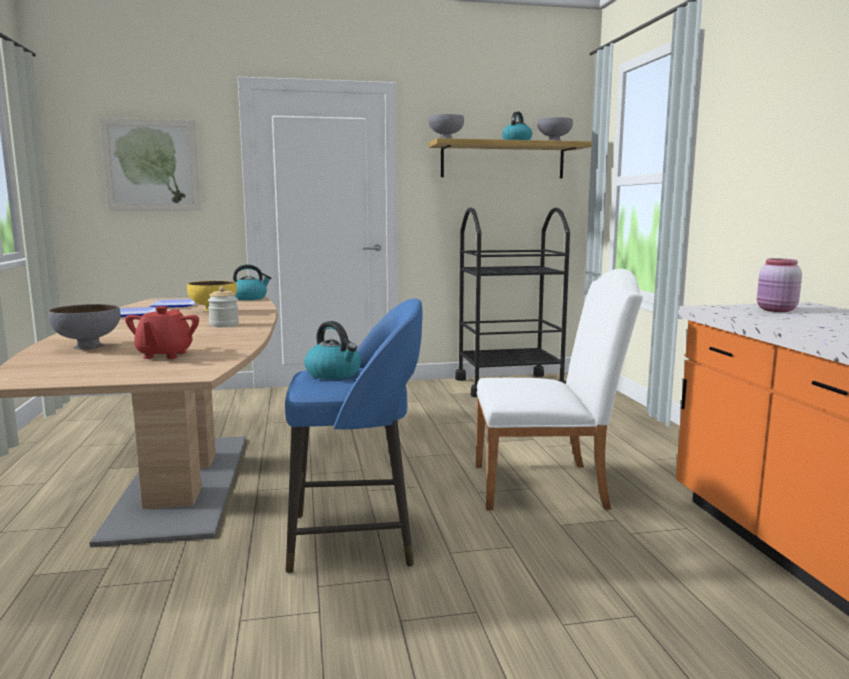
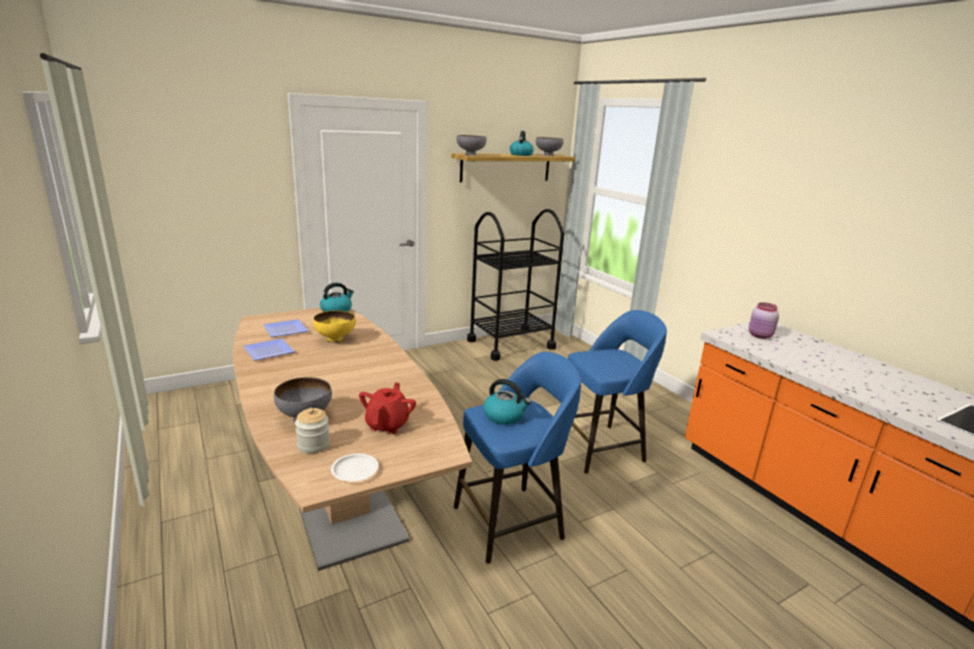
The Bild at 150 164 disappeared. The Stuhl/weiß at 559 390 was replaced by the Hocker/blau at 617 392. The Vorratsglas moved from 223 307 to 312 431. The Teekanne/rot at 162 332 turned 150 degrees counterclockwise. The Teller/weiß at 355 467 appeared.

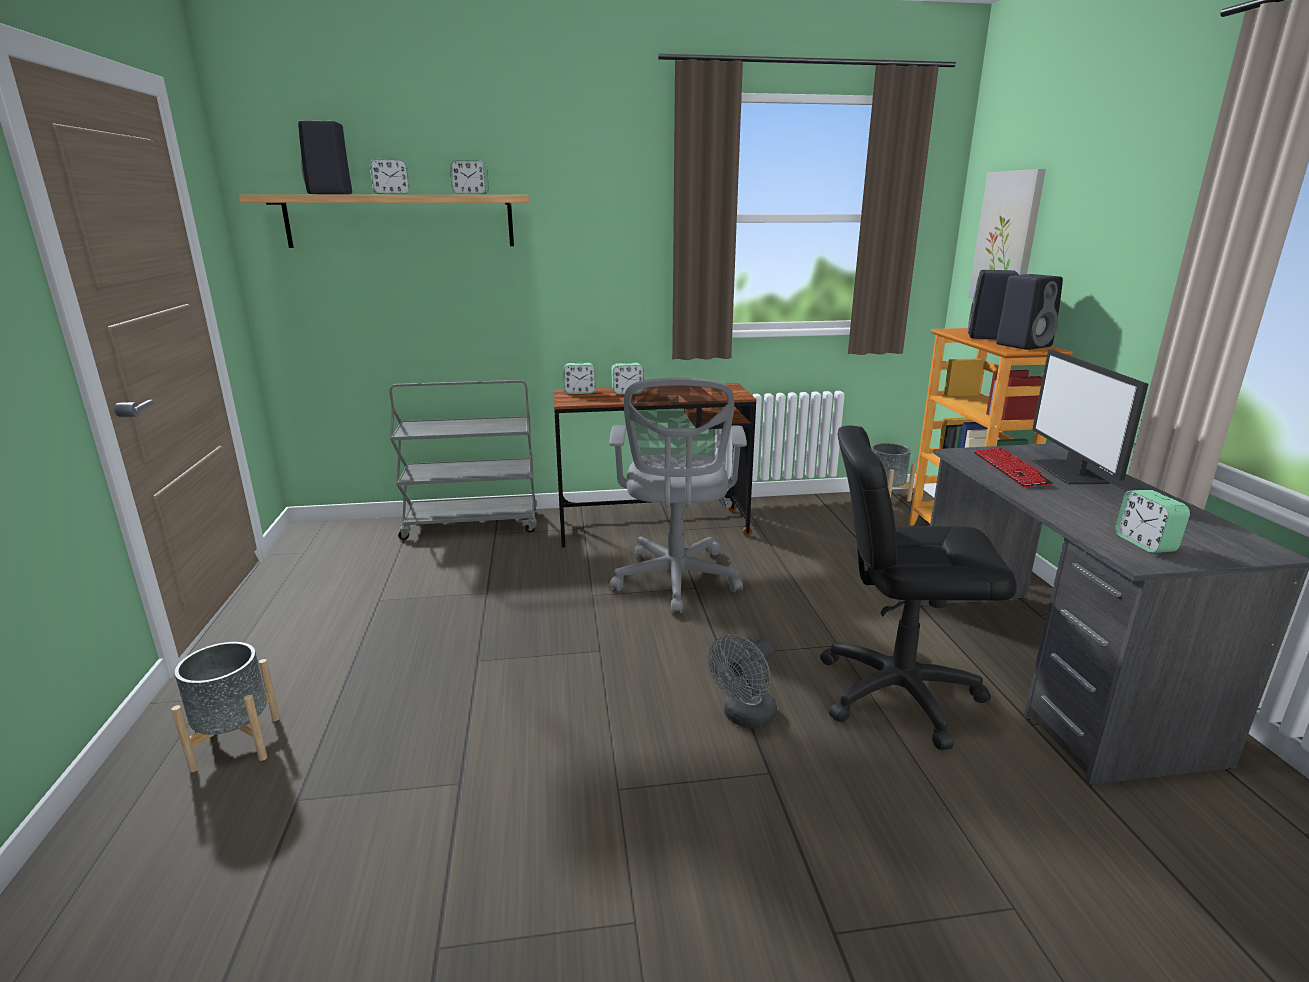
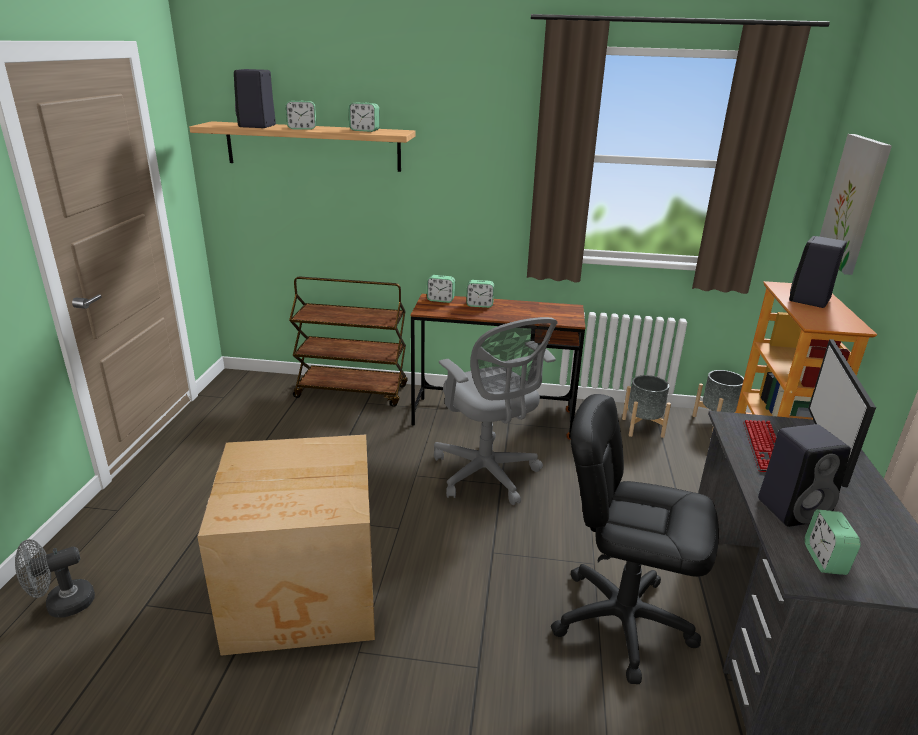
The Lautsprecher/schwarz moved from 1029 312 to 804 475. The Bürostuhl/grau at 678 496 turned 45 degrees counterclockwise. The Rollwagen/grau at 463 460 became the Rollwagen/braun at 348 341. The Ventilator/grau moved from 742 681 to 55 578. The Pflanzkübel/grau moved from 225 707 to 646 406. The Karton at 286 545 appeared.

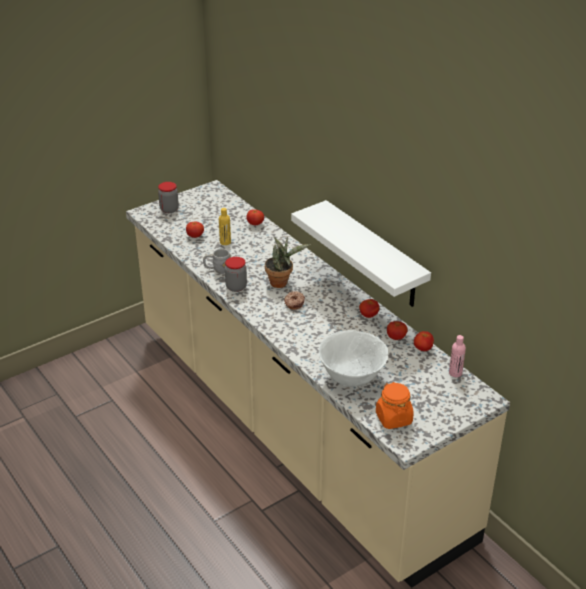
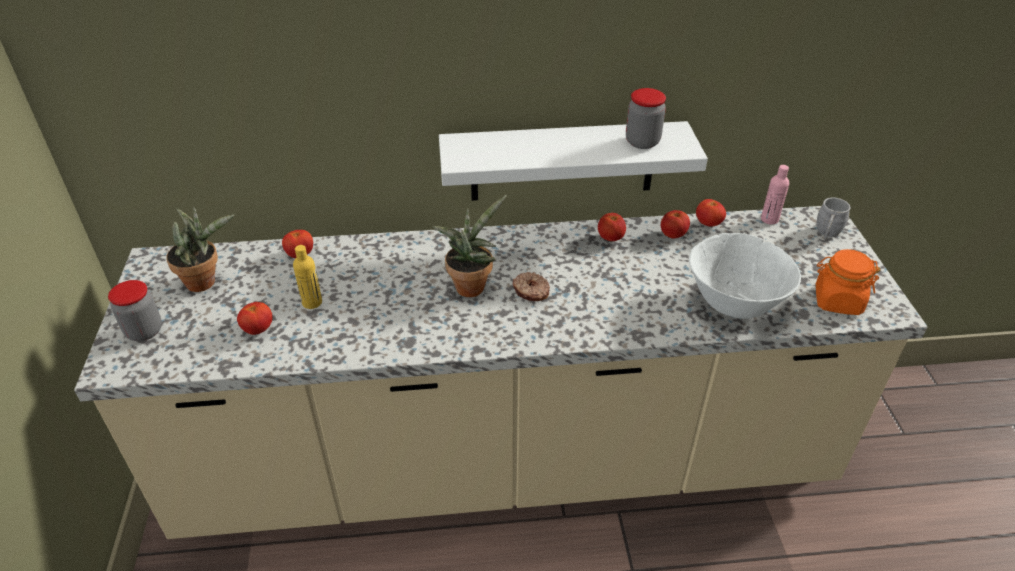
The Henkelbecher/grau moved from 217 261 to 834 219. The Vorratsglas moved from 236 274 to 646 118. The Topfpflanze at 200 249 appeared.

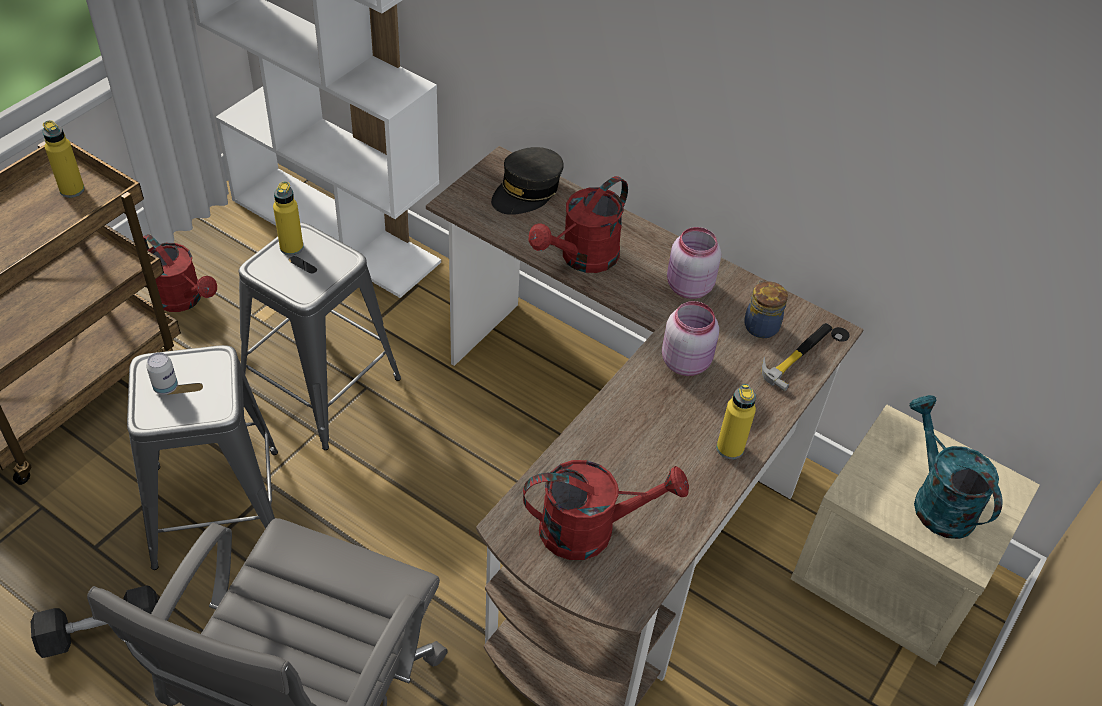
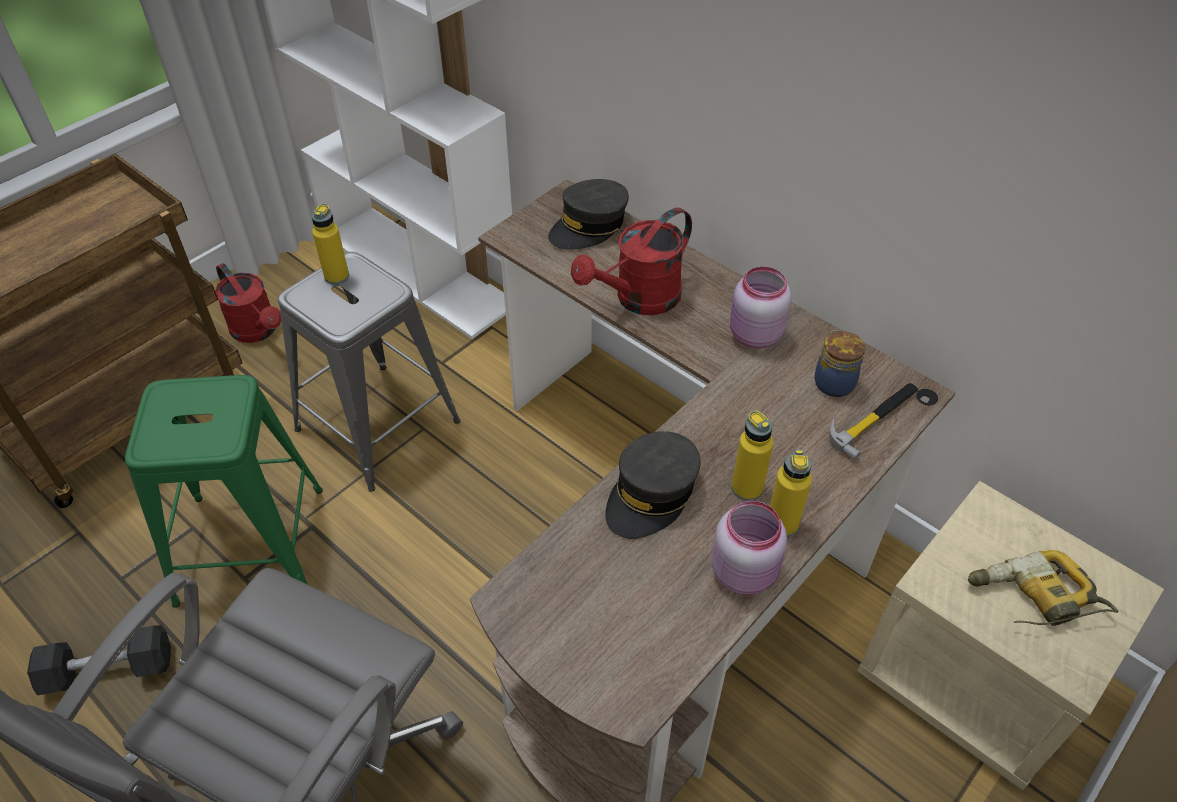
The Flasche/gelb moved from 64 159 to 752 456. The Vorratsglas/rosa moved from 690 338 to 749 548. The Hocker/grau at 202 457 became the Hocker/grün at 224 491. The Dose at 162 373 disappeared. The Gießkanne/türkis at 956 467 was replaced by the Bohrmaschine at 1043 588. The Gießkanne/rot at 606 510 disappeared. The Kappe/grau at 653 485 appeared.

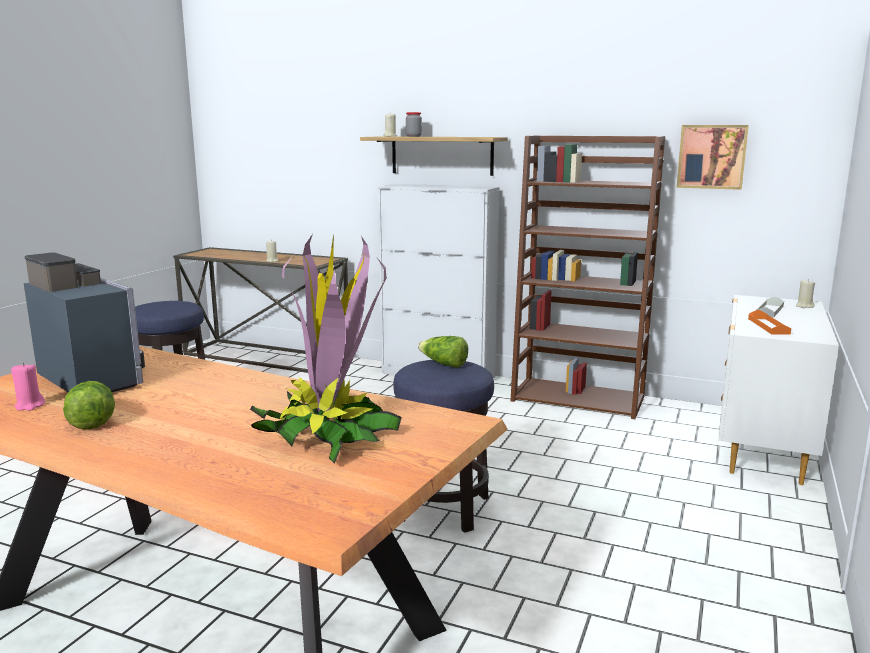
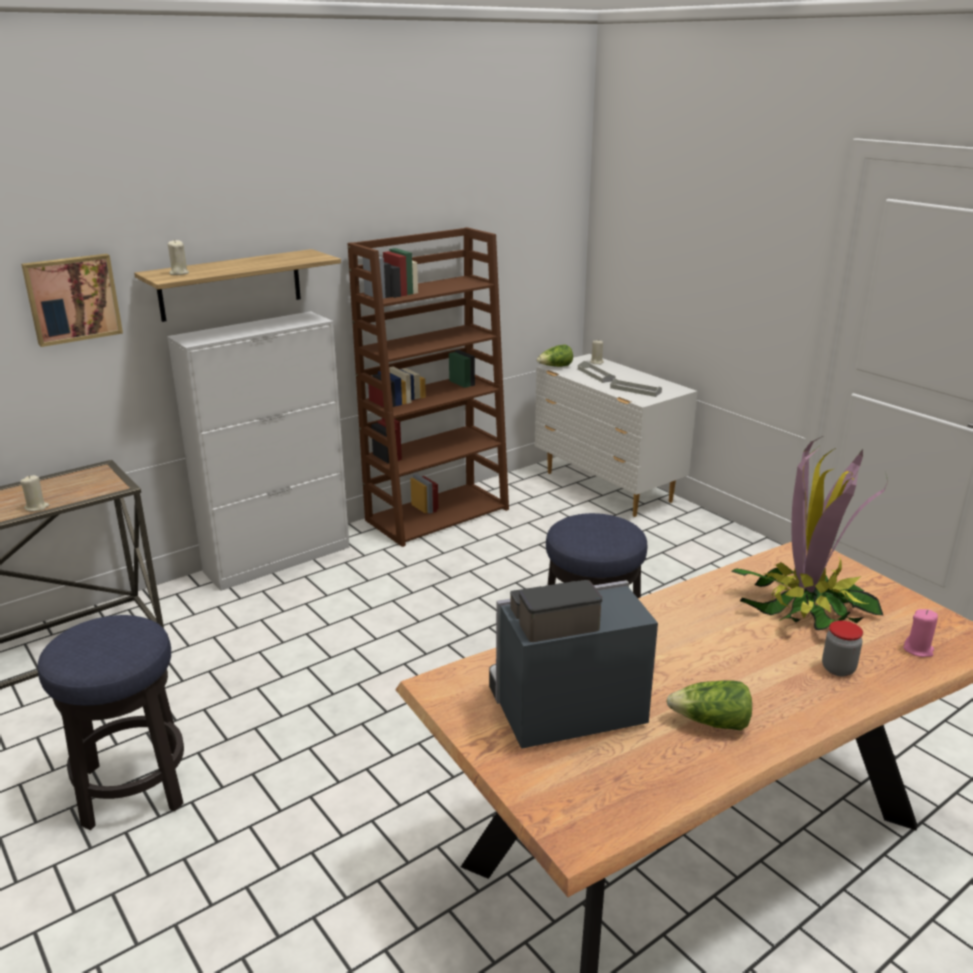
The Vorratsglas moved from 414 124 to 842 648. The Bild moved from 713 157 to 72 300. The Tablett/orange at 769 322 became the Tablett/grau at 636 387. The Salatkopf moved from 443 352 to 555 356. The Kerze/rosa moved from 28 386 to 920 633.

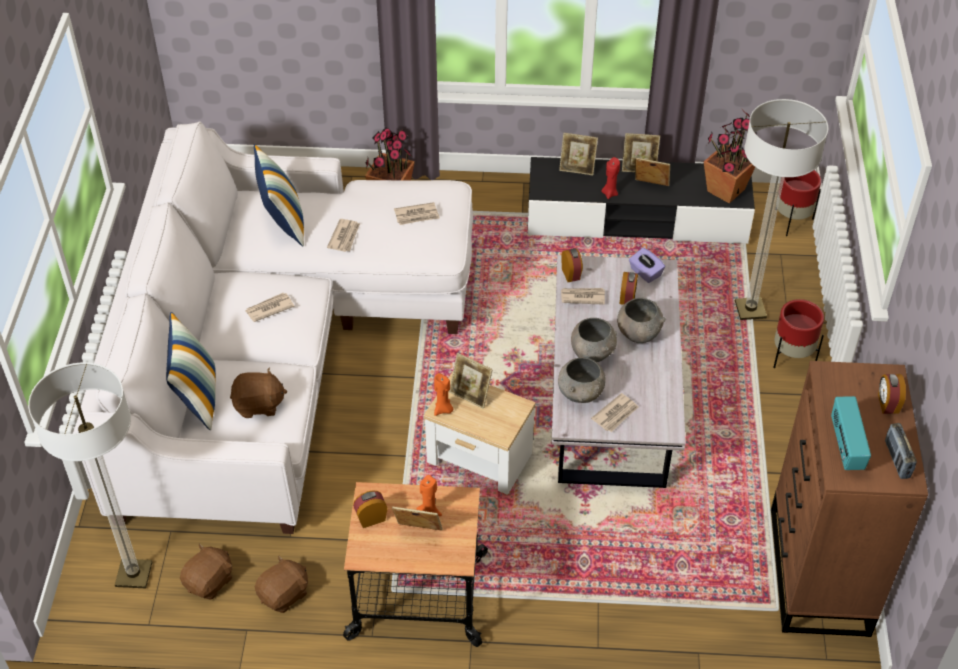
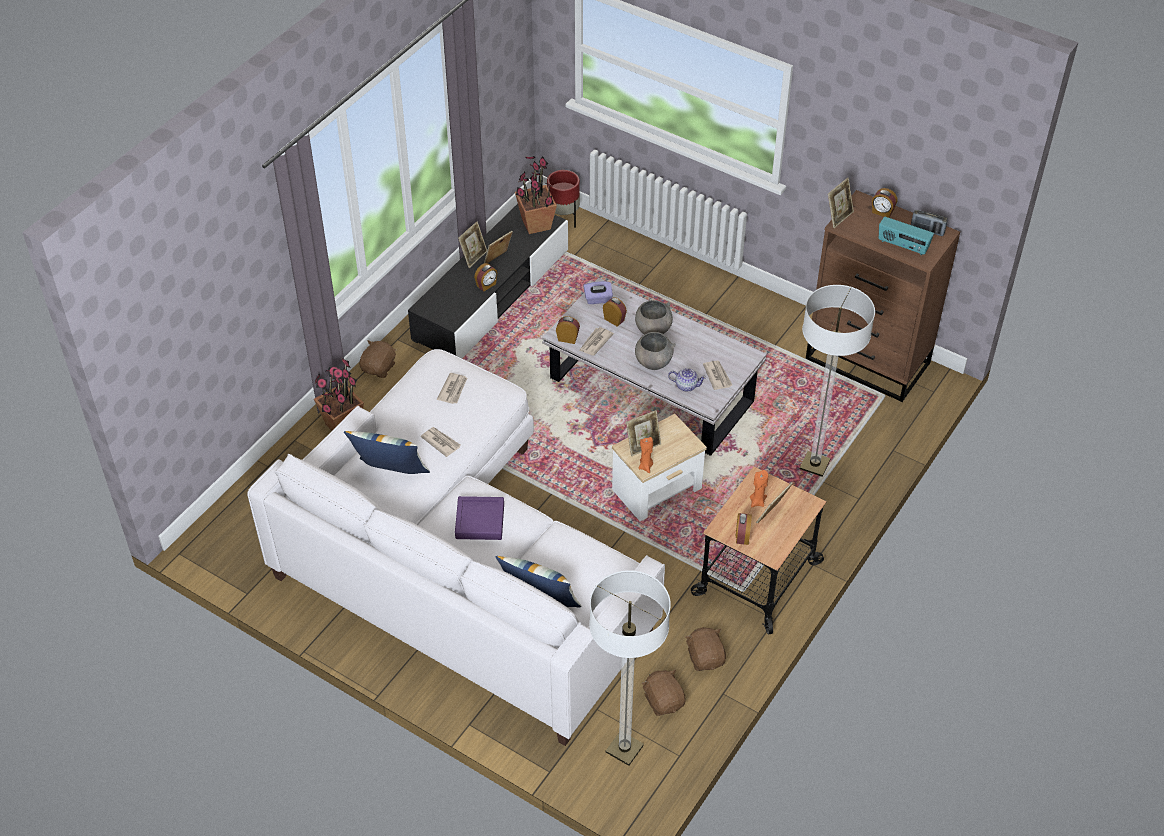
The Stehlampe moved from 781 209 to 837 381. The Bilderrahmen moved from 578 154 to 841 203. The Kerze/rot at 610 178 was replaced by the Wecker at 485 277. The Zeitung at 270 307 was replaced by the Tablett/lila at 479 518. The Pflanzkübel/rot at 798 333 disappeared. The Schüssel/grau at 582 380 was replaced by the Teekanne at 687 380. The Plüschtier/braun moved from 258 392 to 377 359.

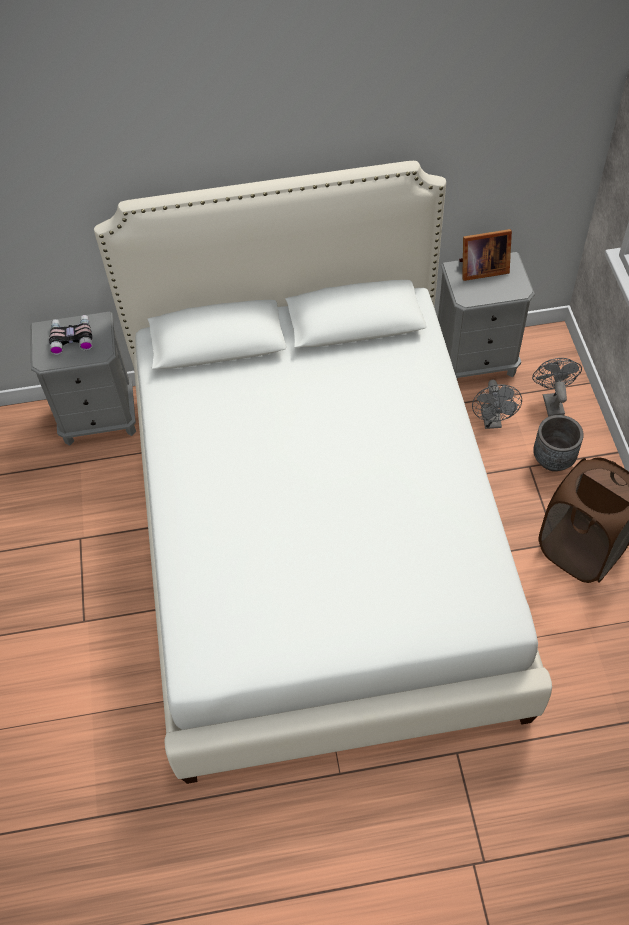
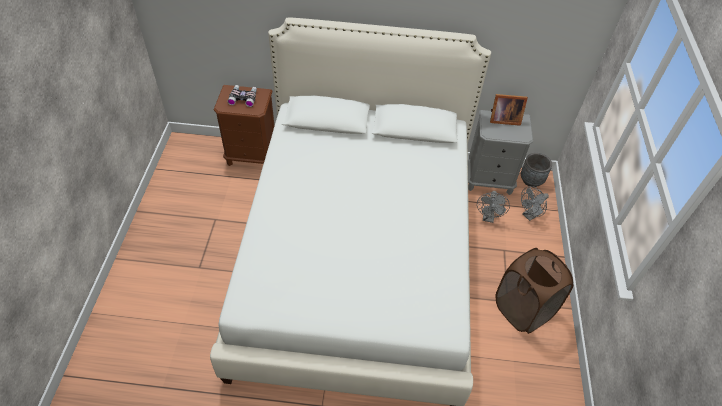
The Nachttisch/grau at 83 379 became the Nachttisch/braun at 244 125. The Ventilator/grau at 557 387 turned 135 degrees counterclockwise. The Pflanzkübel/grau moved from 558 443 to 536 170.

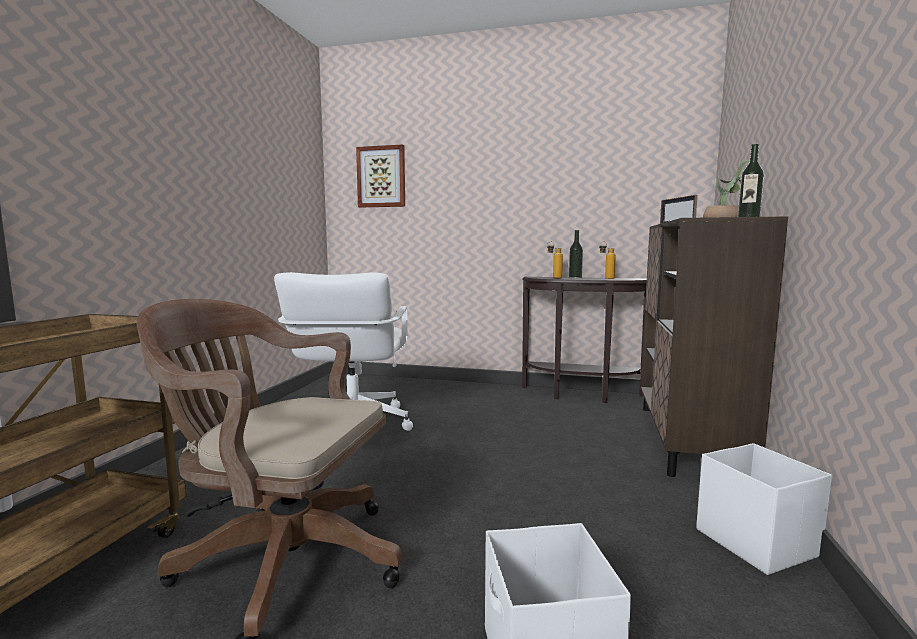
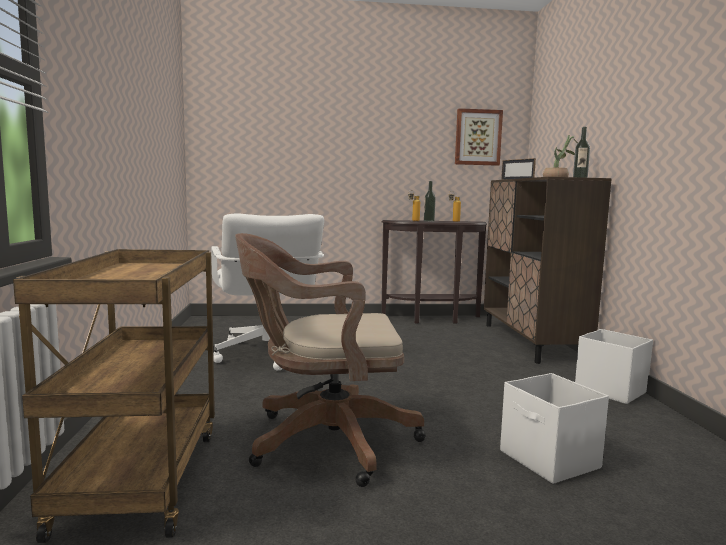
The Bild moved from 380 176 to 479 137.

